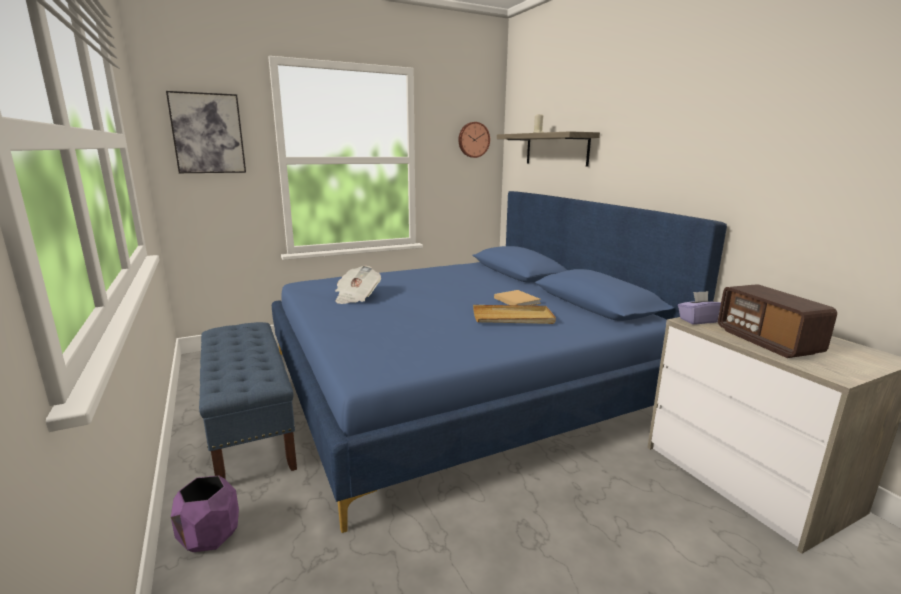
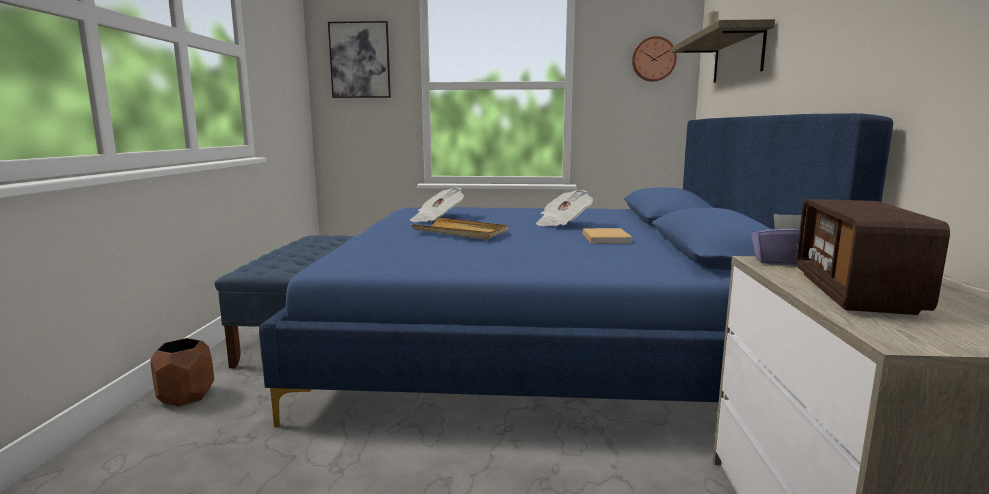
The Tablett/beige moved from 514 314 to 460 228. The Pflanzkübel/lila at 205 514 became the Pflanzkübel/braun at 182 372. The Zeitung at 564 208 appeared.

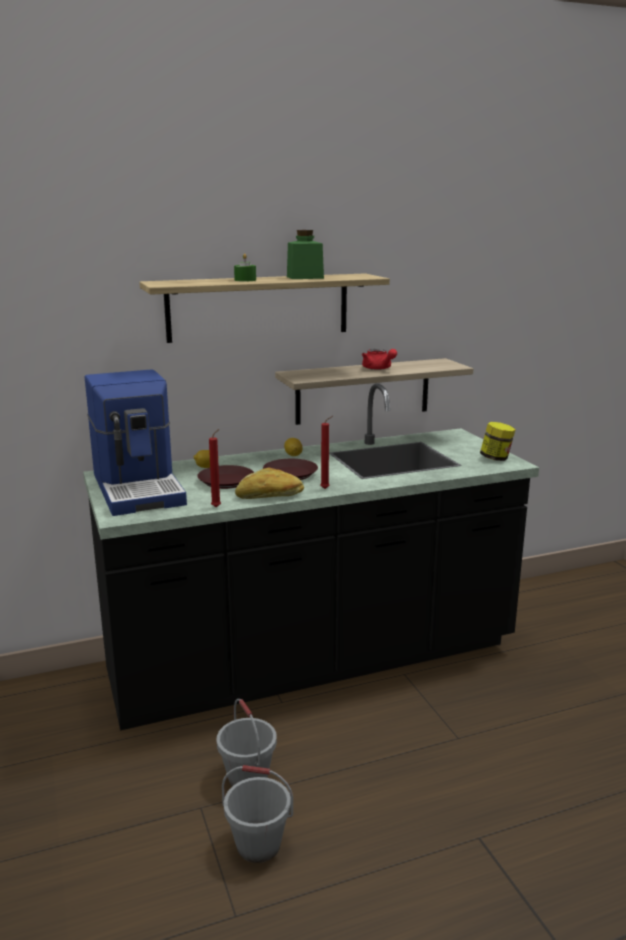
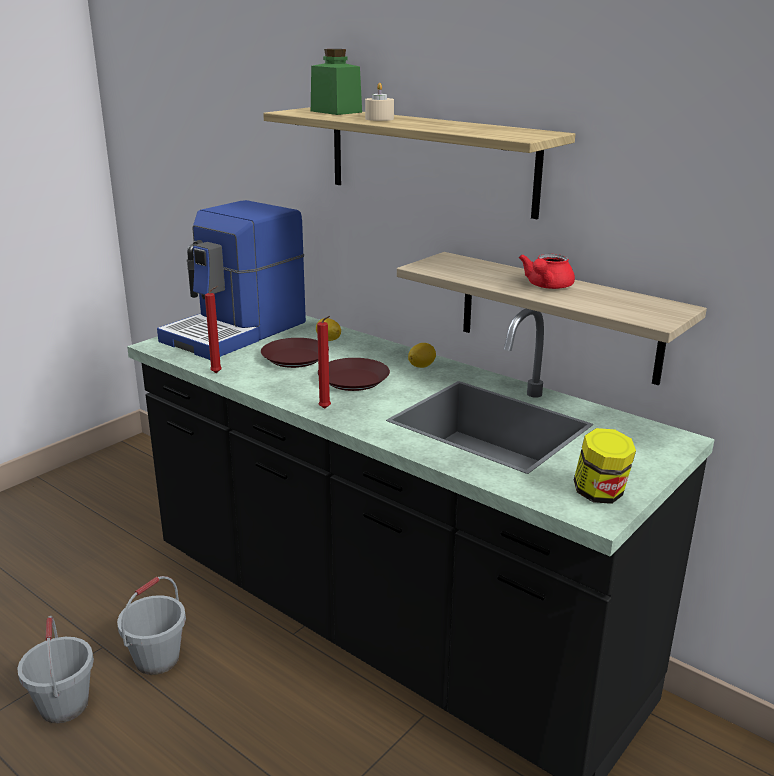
The Vorratsglas/grün moved from 305 254 to 336 82. The Kerze/grün at 245 267 became the Kerze/beige at 379 102. The Brot at 269 483 disappeared.

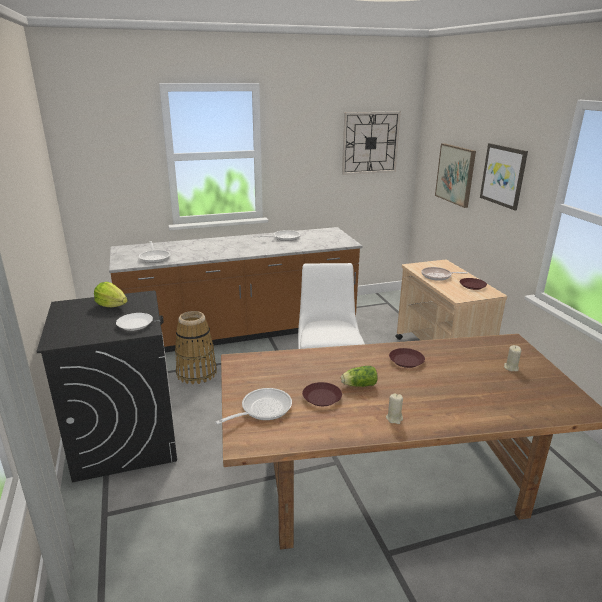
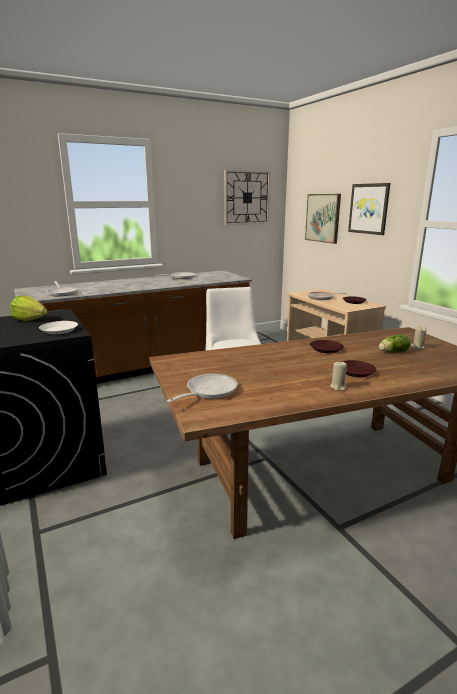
The Korb at 196 347 disappeared. The Salatkopf moved from 359 376 to 394 343. The Teller/braun moved from 322 394 to 359 368.

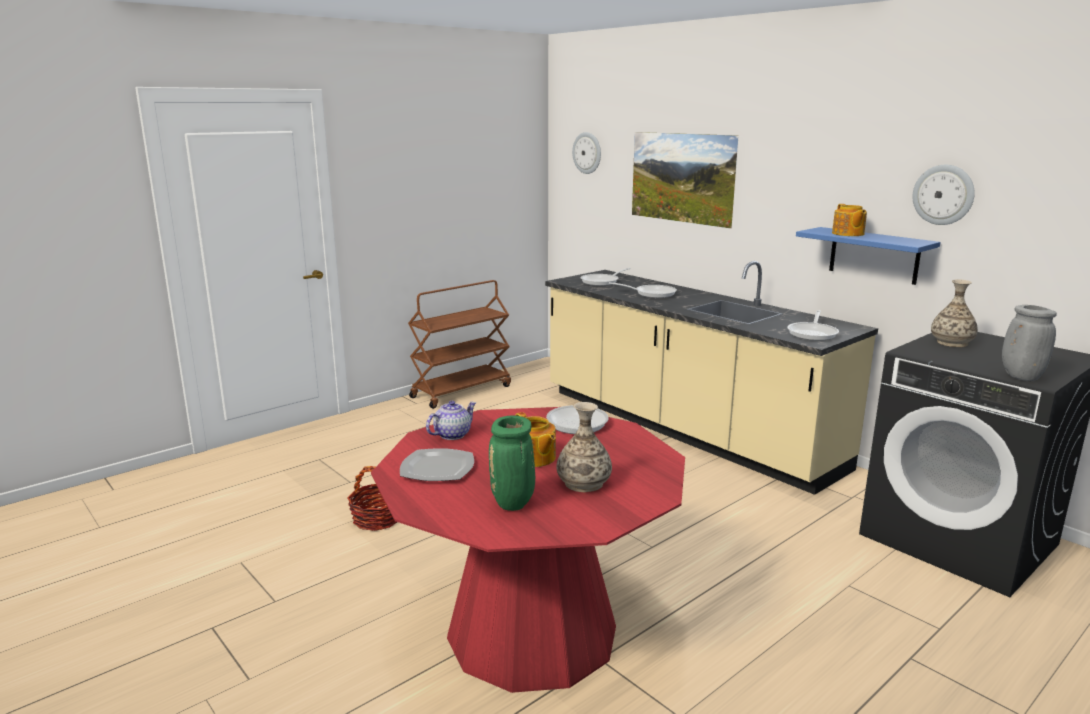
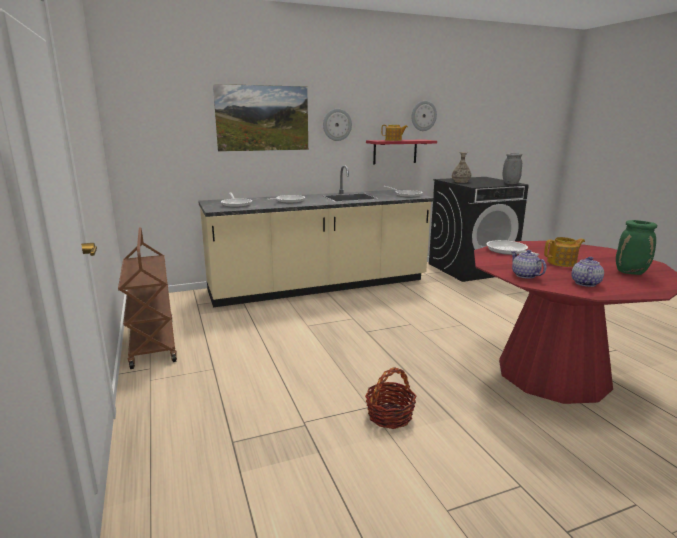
The Wanduhr moved from 586 153 to 337 125. The Wandregal/blau at 868 256 became the Wandregal/rot at 401 152. The Vase at 584 447 disappeared. The Teller at 437 464 was replaced by the Teekanne at 587 272.

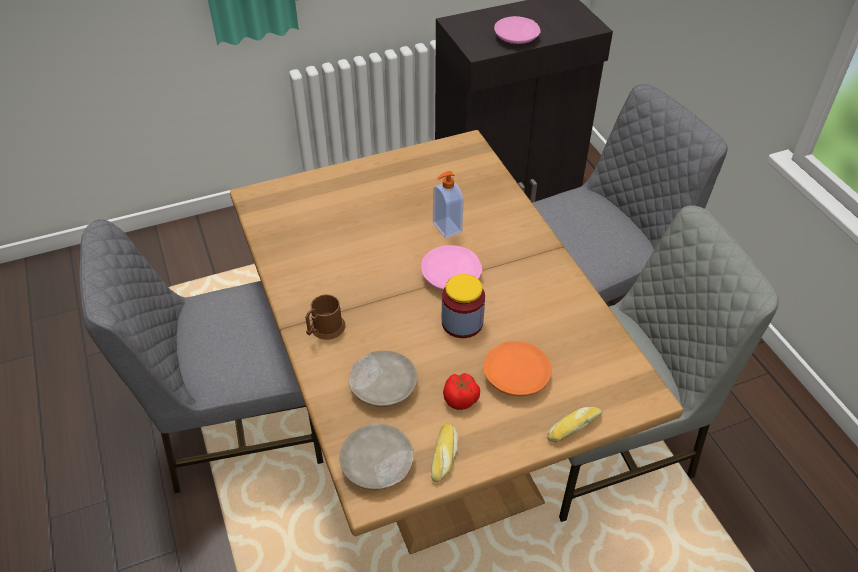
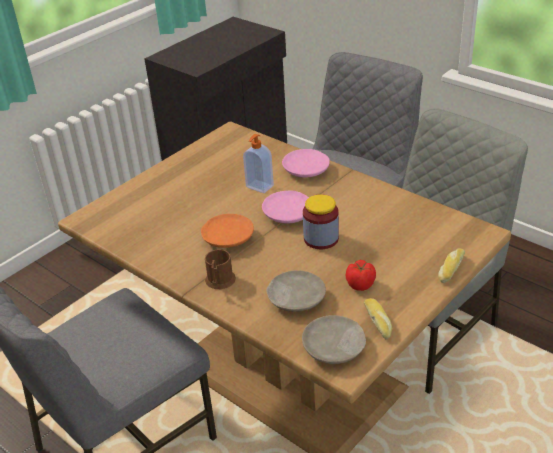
The Teller/rosa moved from 517 30 to 306 163. The Teller/orange moved from 517 368 to 227 231.

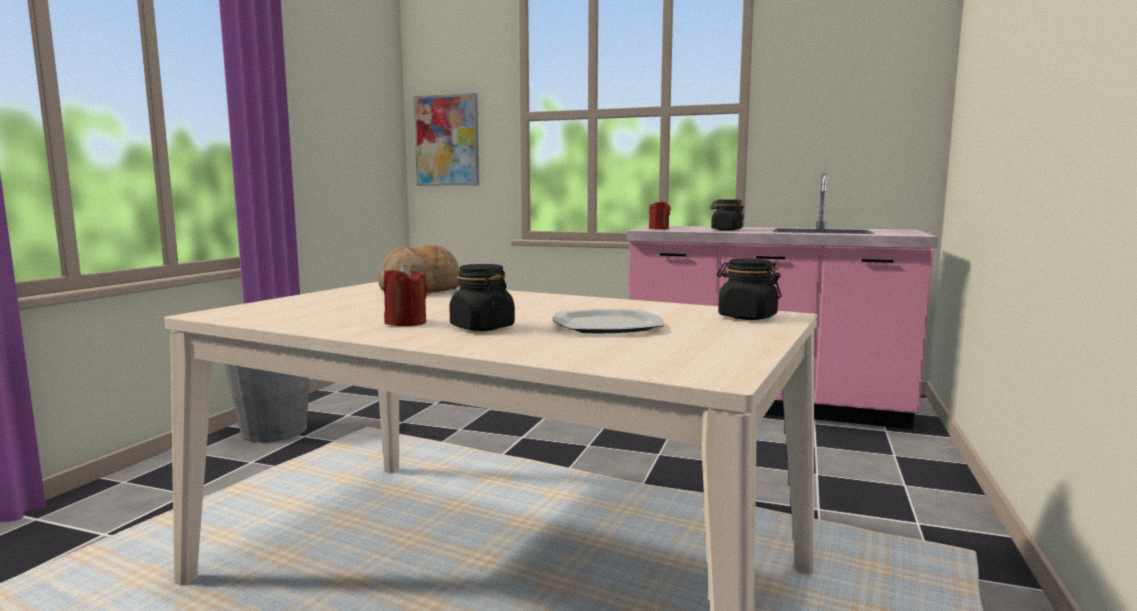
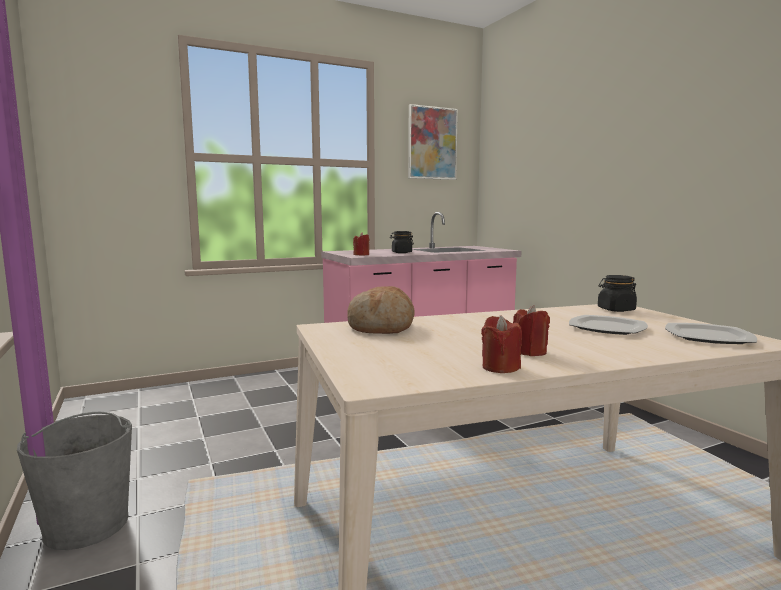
The Bild moved from 446 139 to 433 142. The Vorratsglas/schwarz at 482 297 disappeared. The Kerze/rot at 501 344 appeared. The Teller at 711 333 appeared.

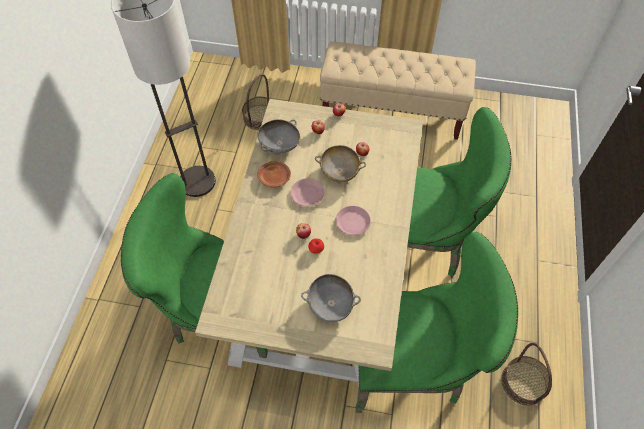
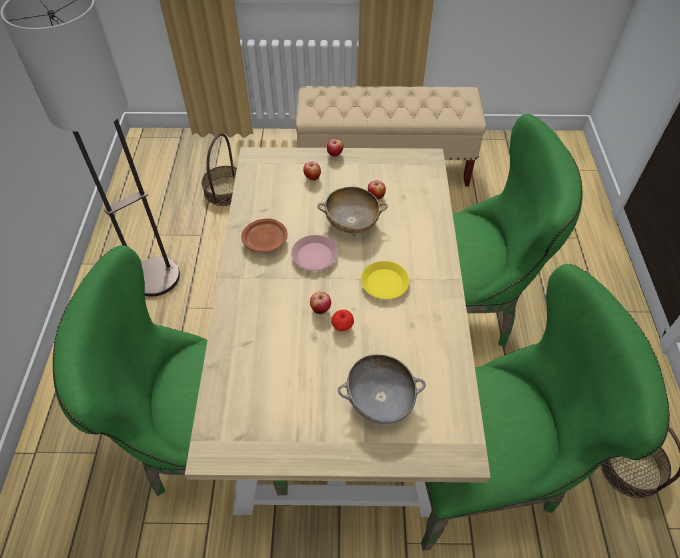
The Schüssel/grau at 278 136 disappeared. The Teller/rosa at 353 220 became the Teller/gelb at 385 280.

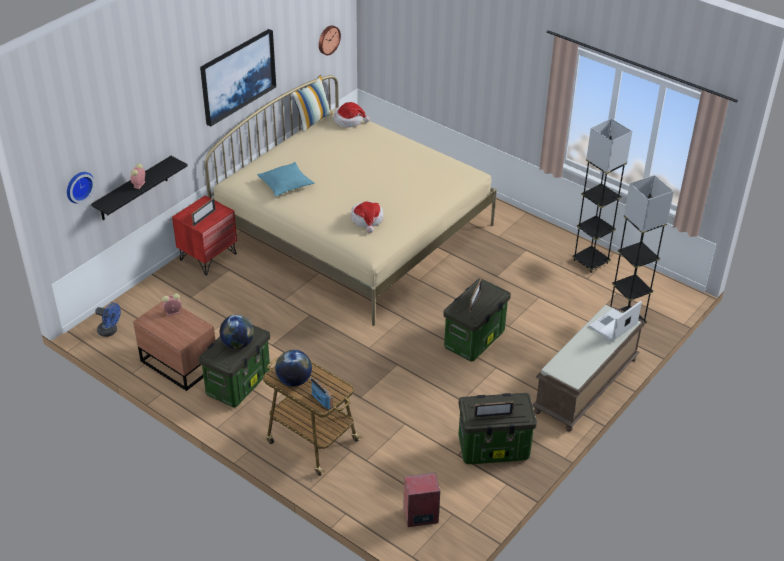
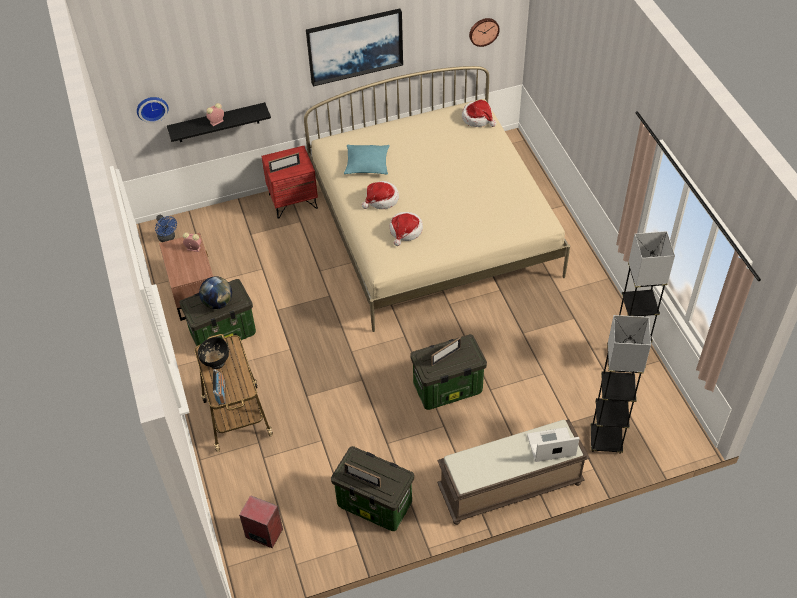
The Kissen at 311 103 disappeared. The Globus at 293 368 was replaced by the Schüssel/schwarz at 213 353. The Hut at 380 195 appeared.

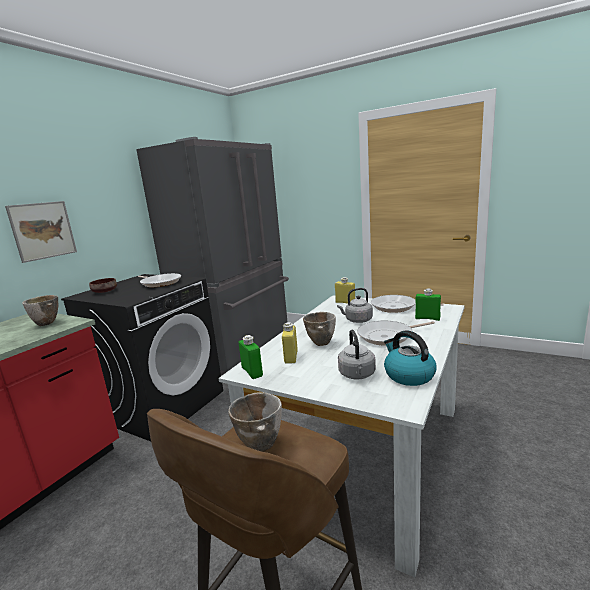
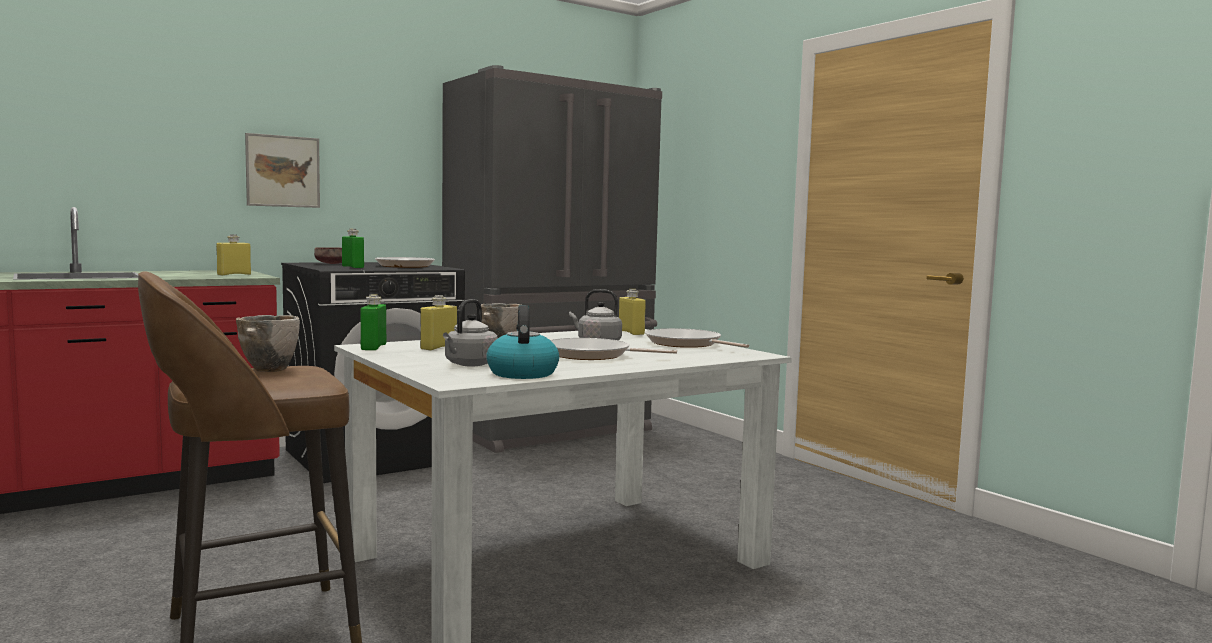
The Flasche/grün moved from 428 304 to 353 248. The Schüssel at 40 310 was replaced by the Flasche/gelb at 233 254.

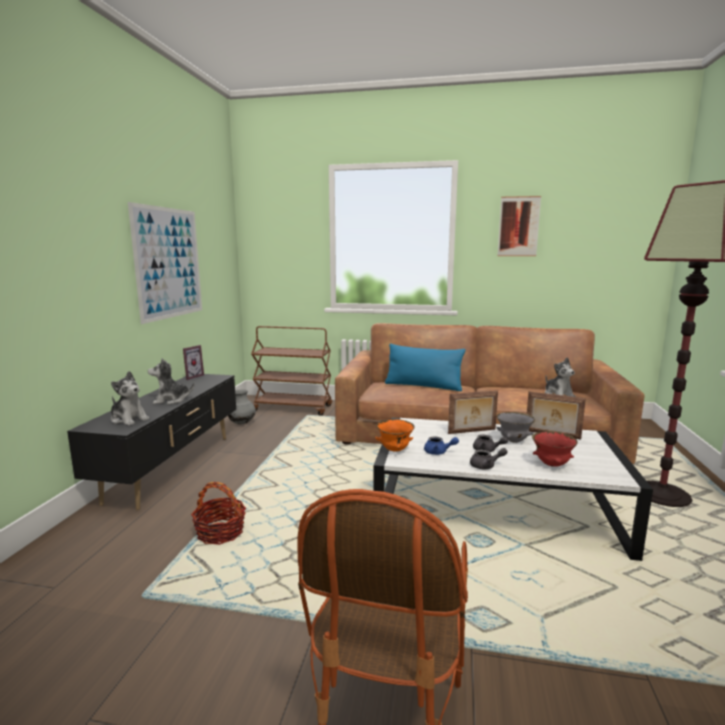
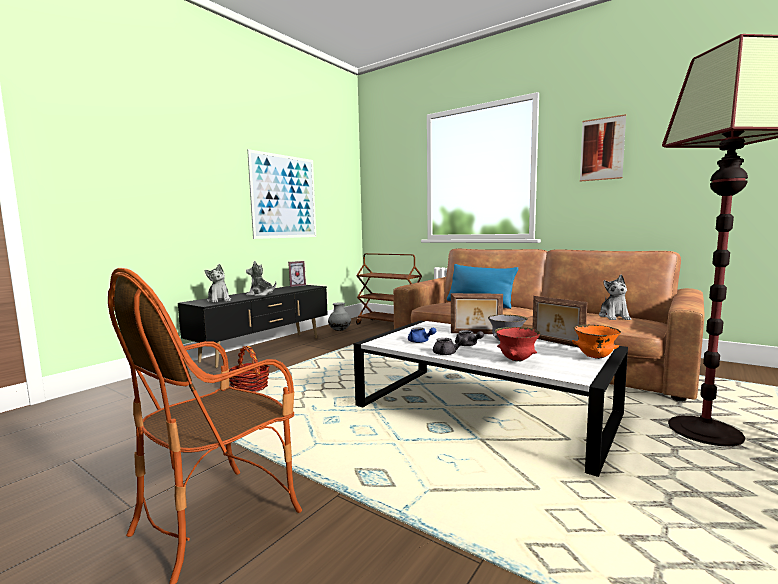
The Schüssel/orange moved from 395 435 to 596 342.

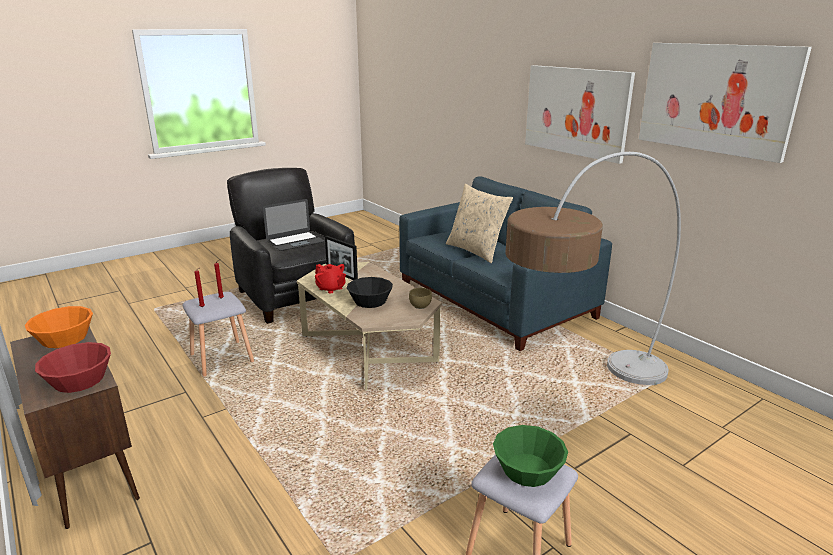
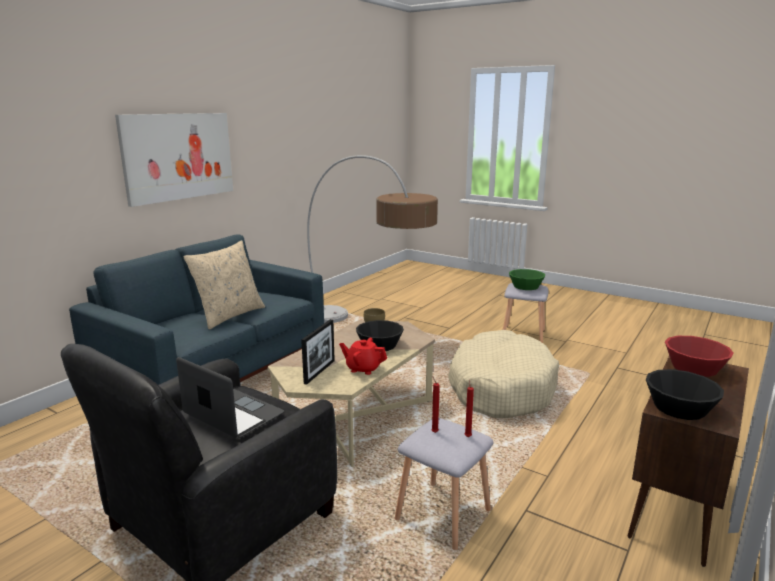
The Bild at 725 103 disappeared. The Teekanne/rot at 330 279 turned 90 degrees counterclockwise. The Schüssel/orange at 59 327 became the Schüssel/schwarz at 685 394. The Hundebett/beige at 503 374 appeared.

